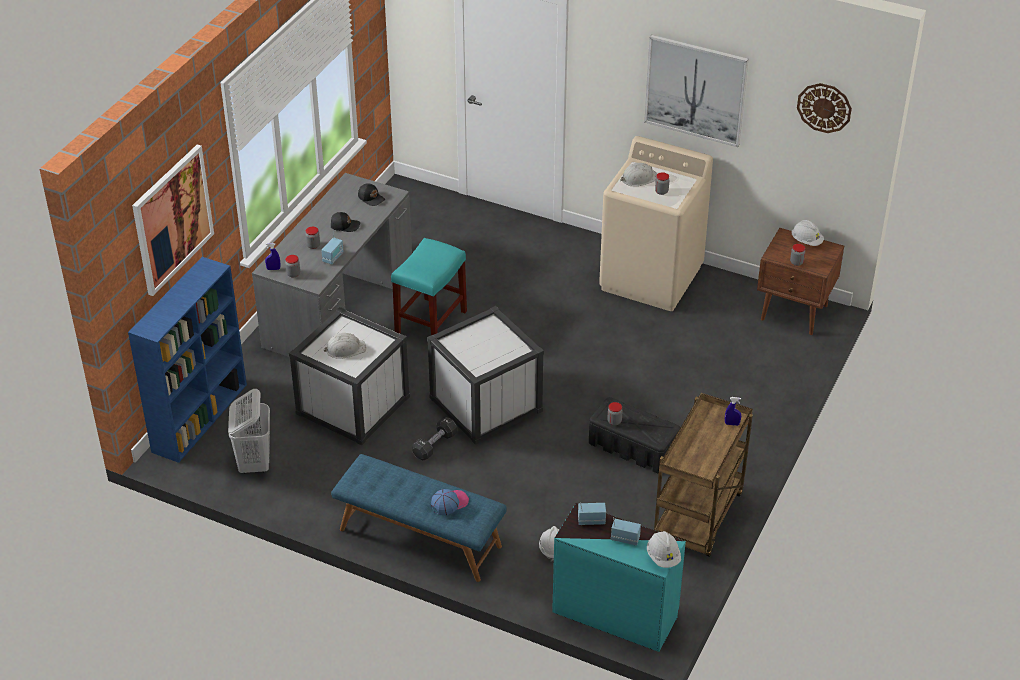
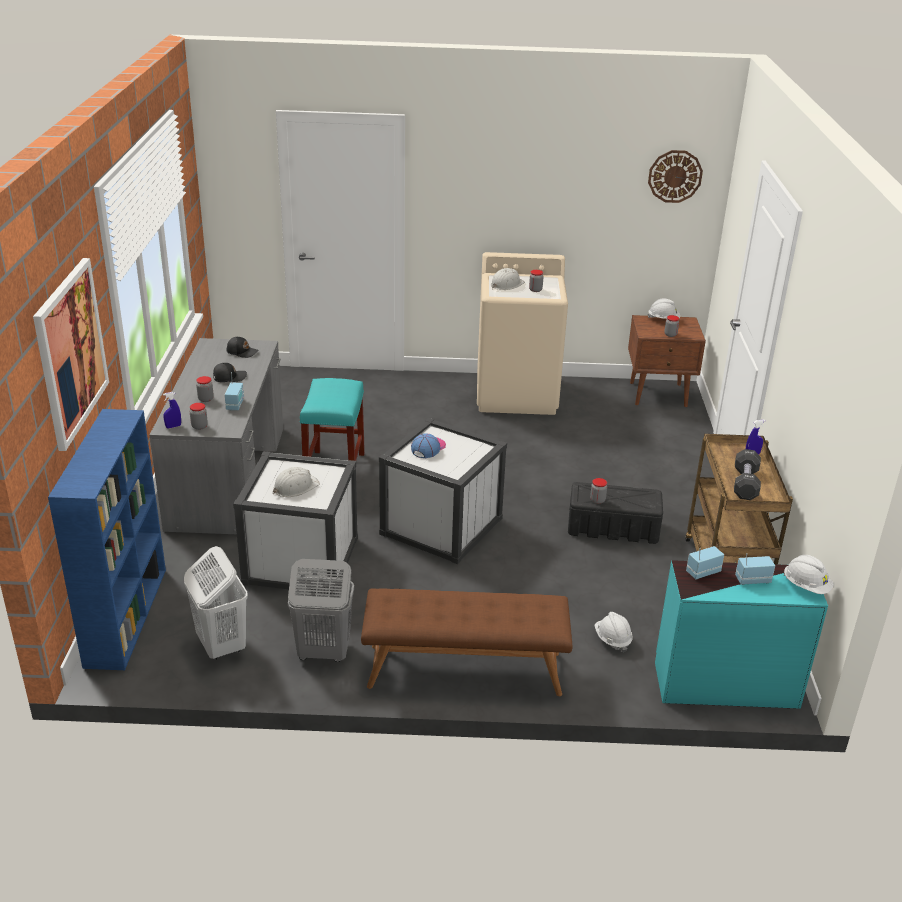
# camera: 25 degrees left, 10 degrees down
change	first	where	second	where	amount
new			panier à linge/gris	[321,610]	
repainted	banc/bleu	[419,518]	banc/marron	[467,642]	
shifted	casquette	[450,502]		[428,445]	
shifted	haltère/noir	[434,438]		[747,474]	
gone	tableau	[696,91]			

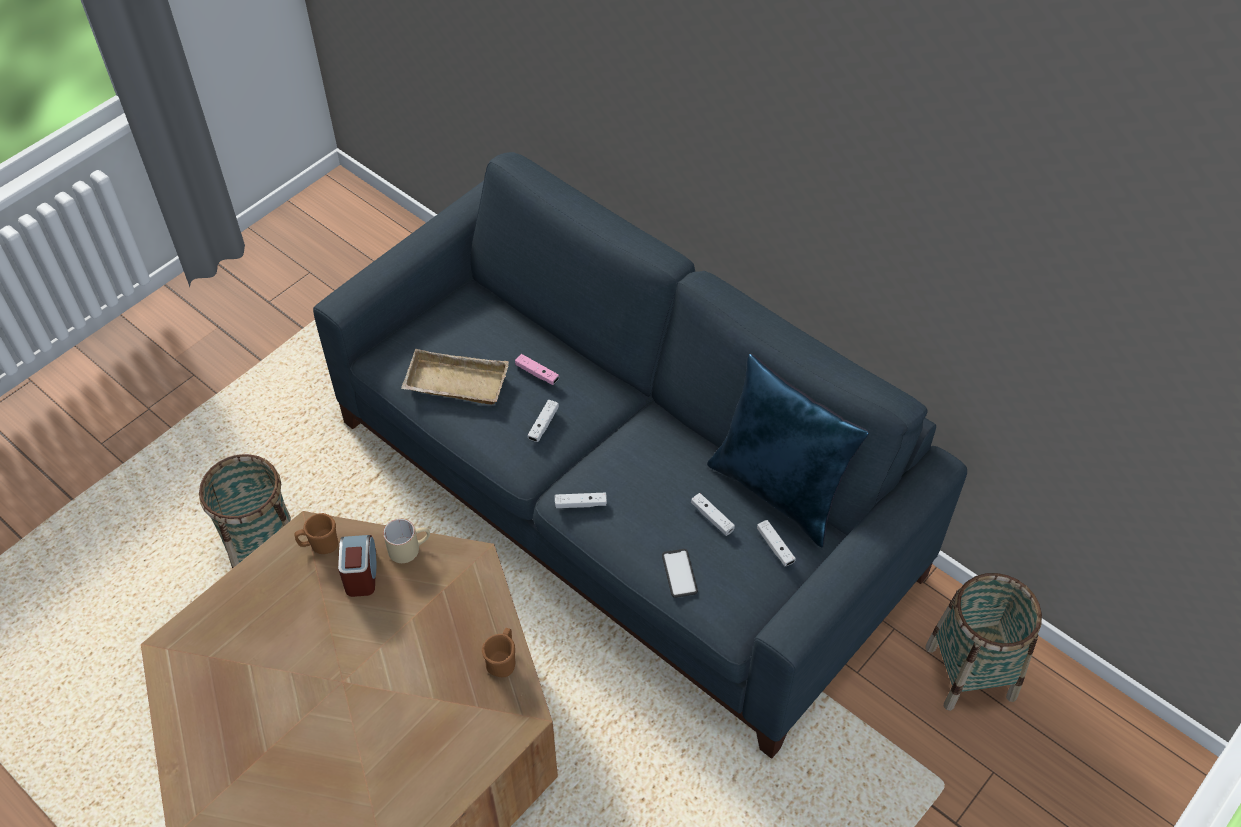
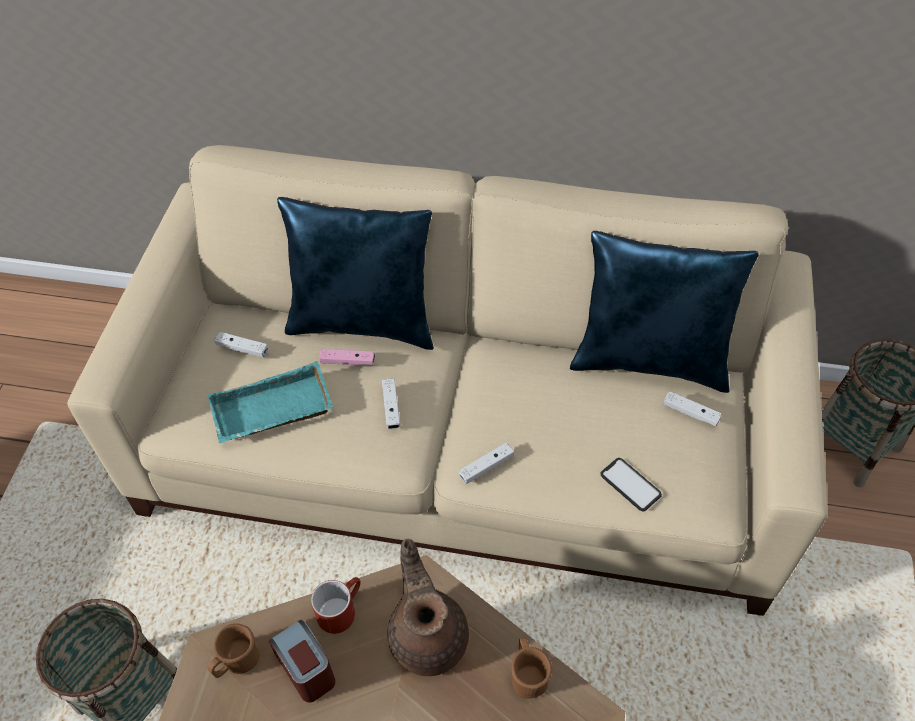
# camera: 30 degrees left, 0 degrees up
change	first	where	second	where	amount
repainted	canapé/bleu	[640,455]	canapé/beige	[447,380]	
repainted	plateau/beige	[455,377]	plateau/turquoise	[270,402]	
shifted	manette/blanc	[713,514]		[241,345]	
new			coussin/bleu	[355,273]	
repainted	mug/beige	[406,541]	mug/rouge	[336,605]	
new			théière/marron	[428,607]	

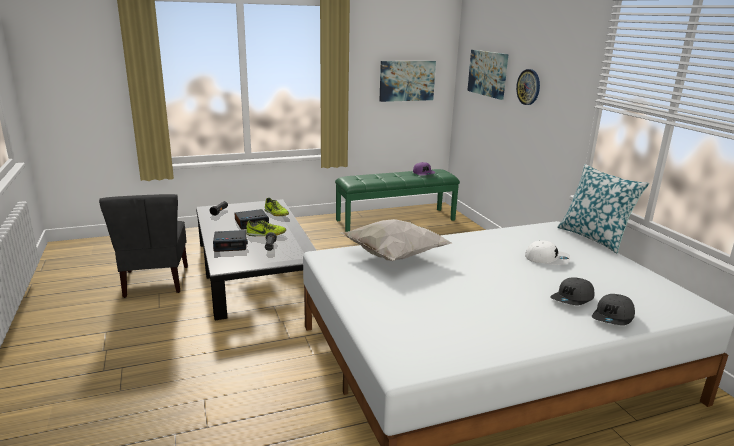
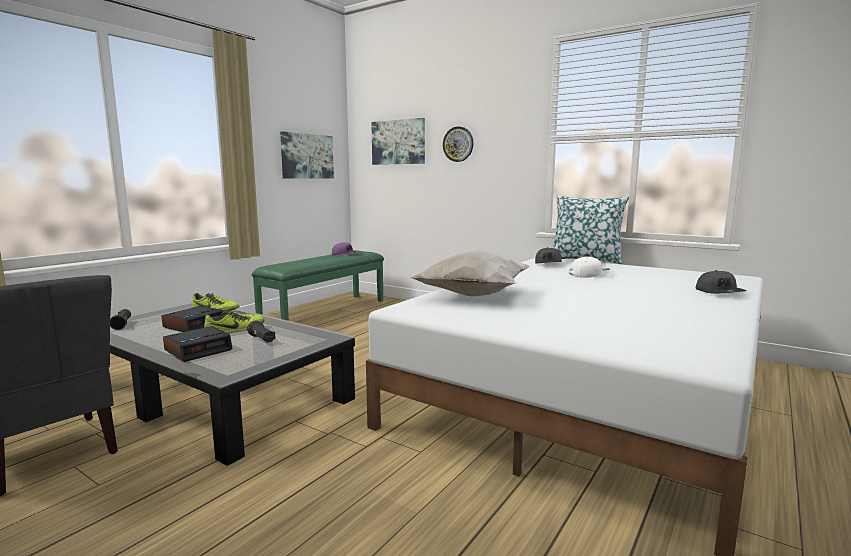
# camera: 35 degrees left, 10 degrees down
change	first	where	second	where	amount
shifted	casquette/gris	[572,291]		[548,255]	

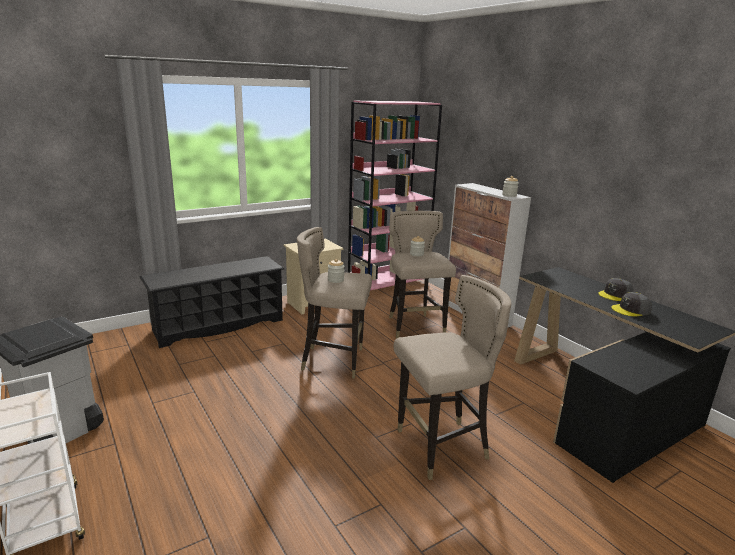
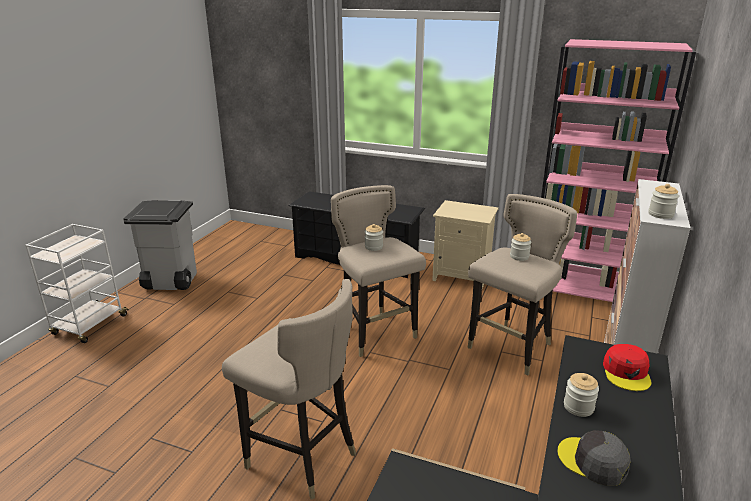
# camera: 55 degrees right, 5 degrees up
change	first	where	second	where	amount
new			bocal	[581,395]	
new			casquette/rouge	[627,367]	
gone	casquette/gris	[616,289]			

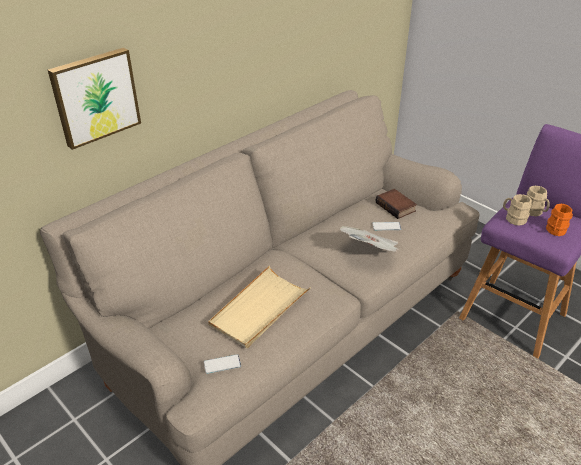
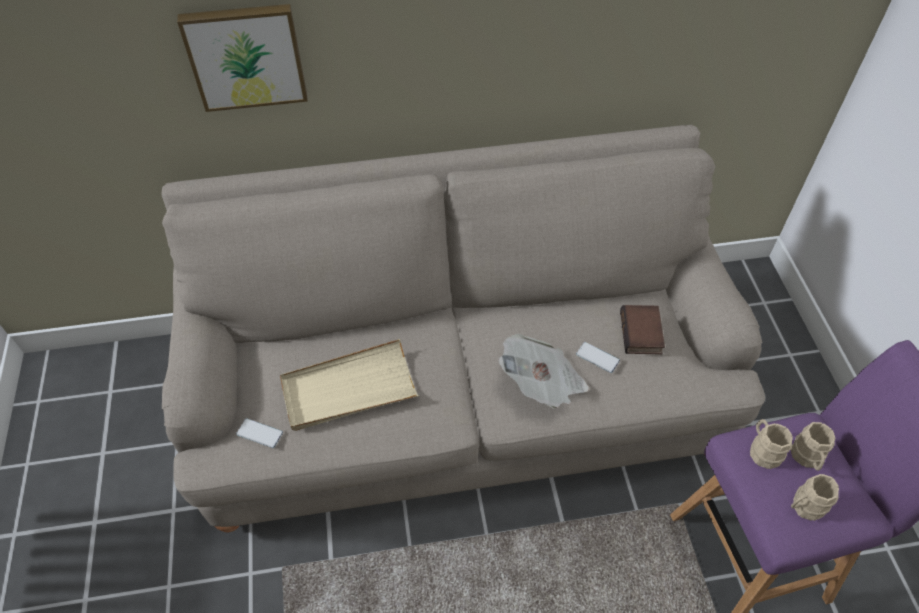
# camera: 35 degrees right, 15 degrees up
change	first	where	second	where	amount
repainted	mug/orange	[559,219]	mug/beige	[815,497]	

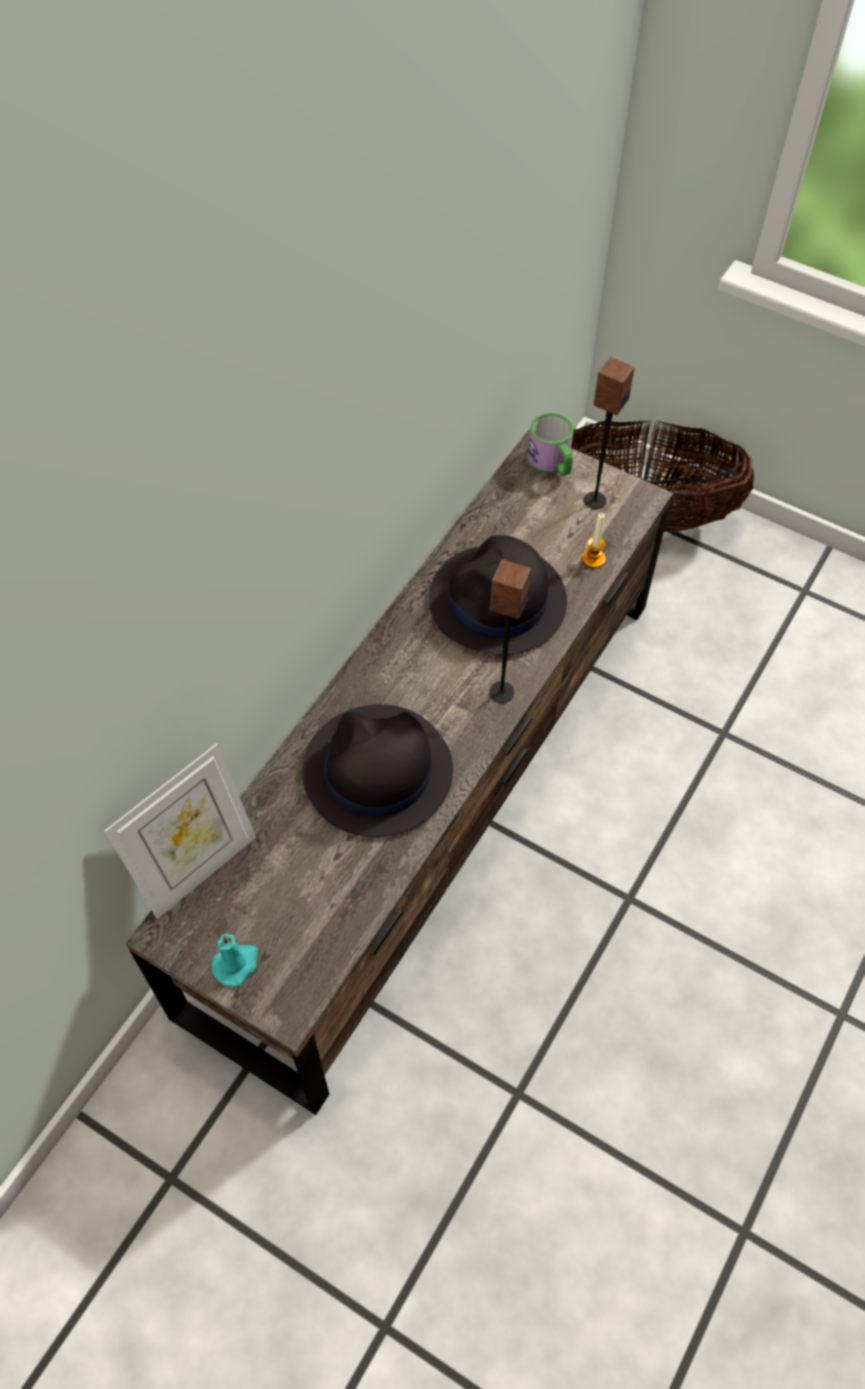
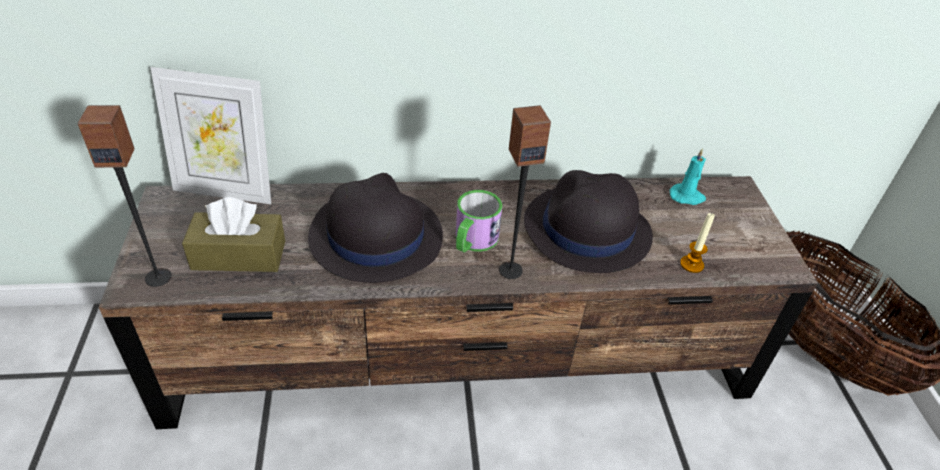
# camera: 50 degrees right, 15 degrees down
change	first	where	second	where	amount
shifted	enceinte	[609,433]		[125,196]	
new			boîte à mouchoirs/marron	[233,234]	
shifted	mug	[550,444]		[479,221]	
shifted	bougie/turquoise	[235,960]		[688,176]	

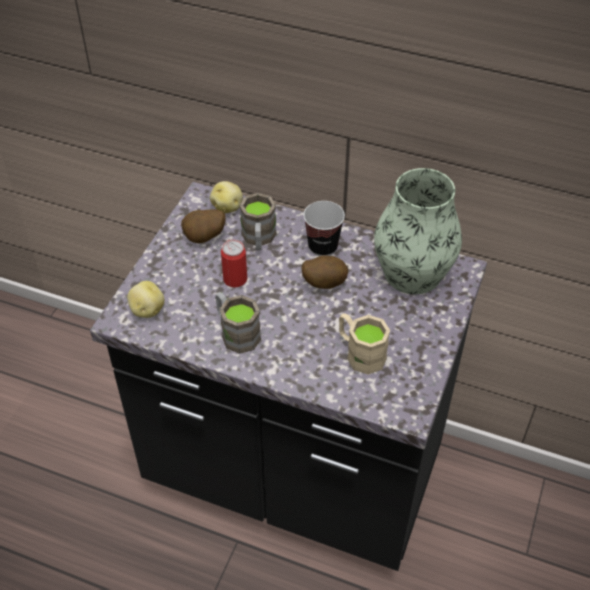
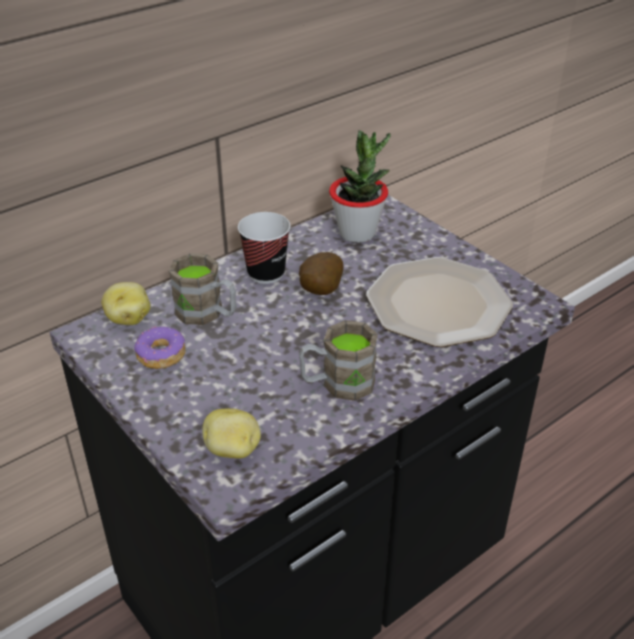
# camera: 60 degrees left, 10 degrees down
change	first	where	second	where	amount
swapped	pomme de terre	[203,226]	beignet	[159,347]	
swapped	vase	[418,231]	plante en pot	[360,186]	
swapped	mug/beige	[364,344]	assiette	[439,302]	
gone	boîte métallique	[234,263]			

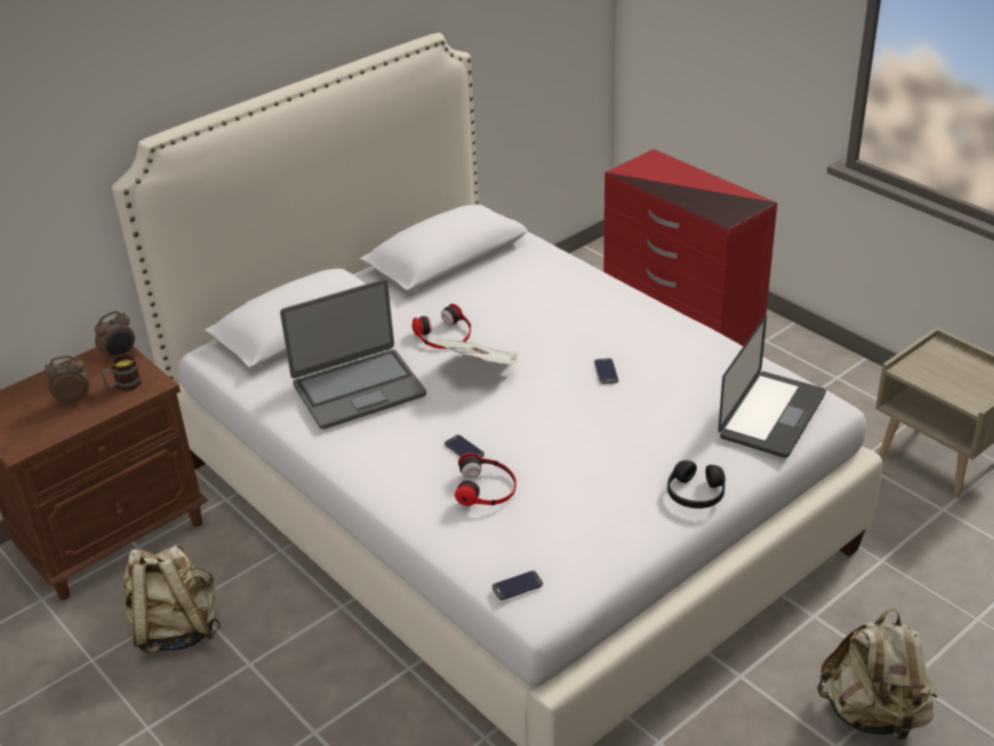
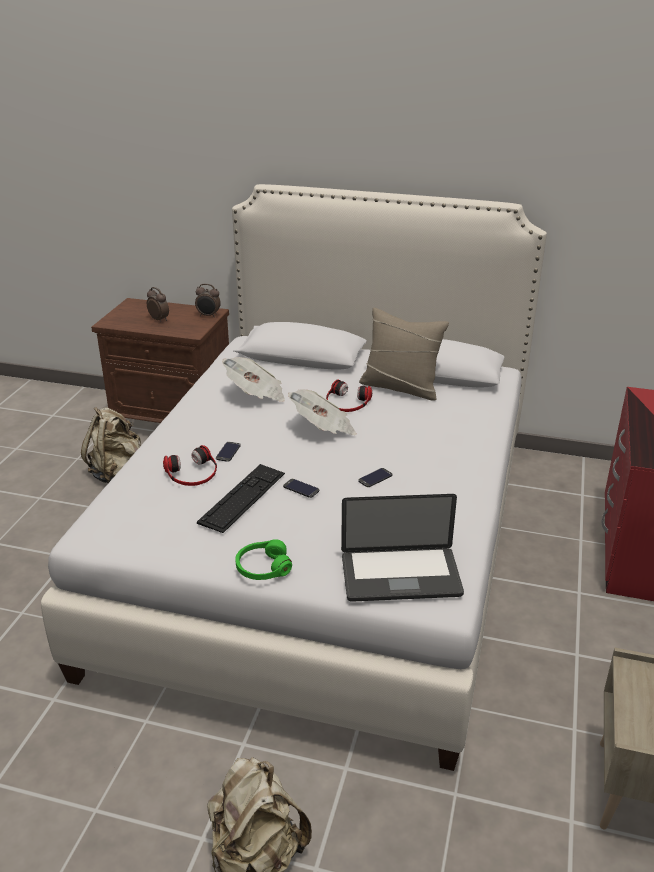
# camera: 55 degrees right, 5 degrees down
change	first	where	second	where	amount
new			clavier	[241,498]	
swapped	ordinateur portable	[353,354]	journal	[253,379]	
repainted	casque audio/noir	[696,484]	casque audio/vert	[263,559]	
shifted	téléphone	[517,585]		[301,488]	
new			coussin/beige	[404,354]	
gone	mug	[121,372]			

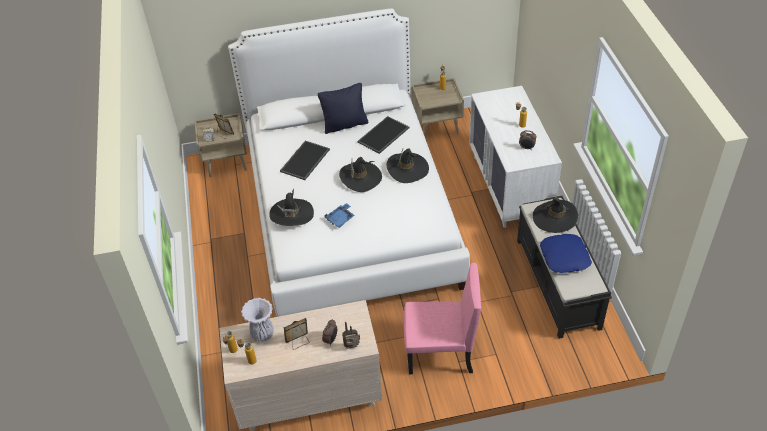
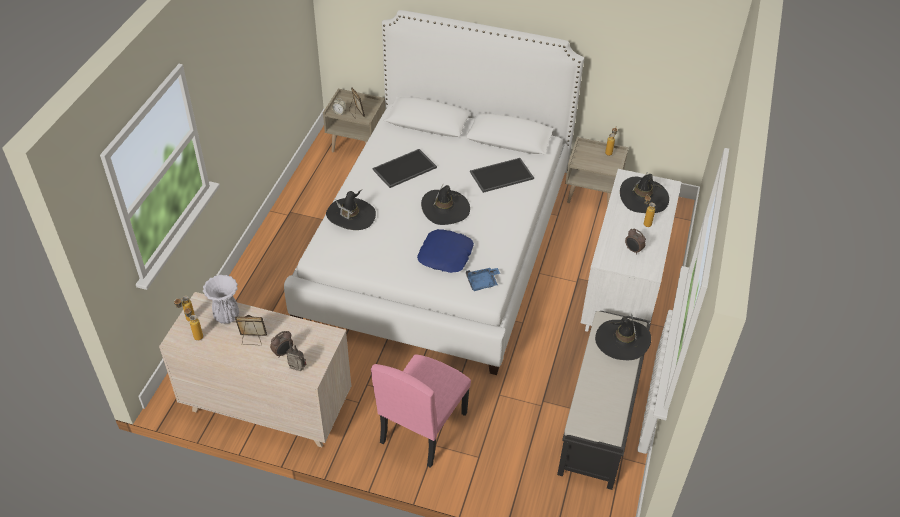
# camera: 25 degrees right, 0 degrees up
change	first	where	second	where	amount
rotated	chaise/rose	[442,318]		[421,411]	90 degrees clockwise
shifted	coussin/bleu	[566,253]		[445,251]	
shifted	plateau/bleu	[339,215]		[483,279]	
shifted	chapeau/noir	[408,165]		[644,192]	
gone	coussin/noir	[343,108]			

